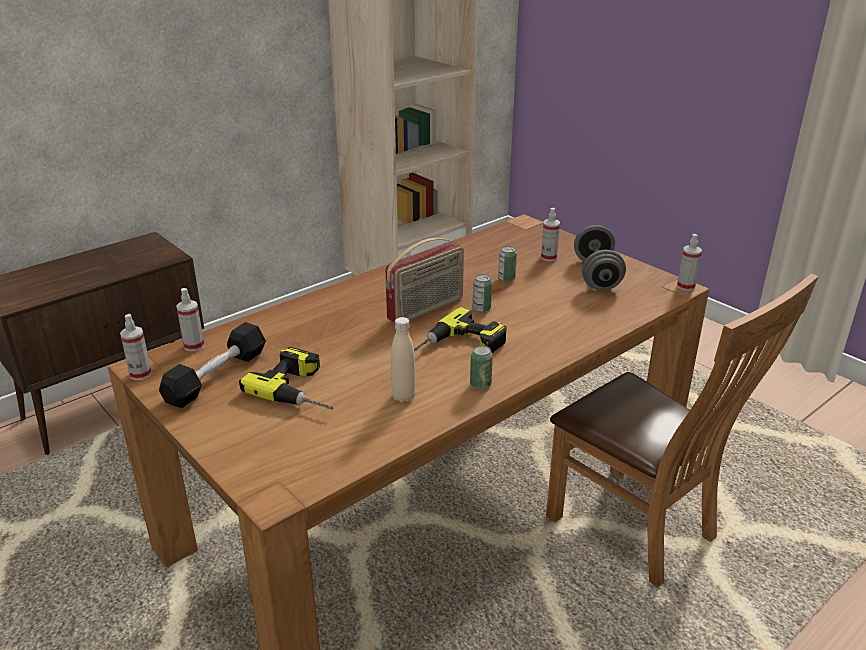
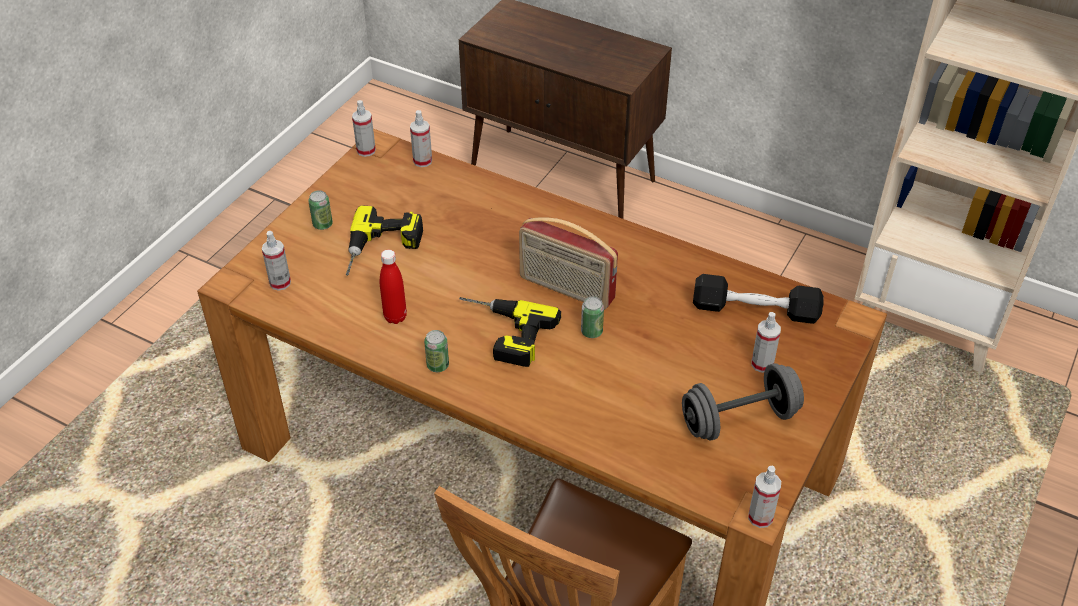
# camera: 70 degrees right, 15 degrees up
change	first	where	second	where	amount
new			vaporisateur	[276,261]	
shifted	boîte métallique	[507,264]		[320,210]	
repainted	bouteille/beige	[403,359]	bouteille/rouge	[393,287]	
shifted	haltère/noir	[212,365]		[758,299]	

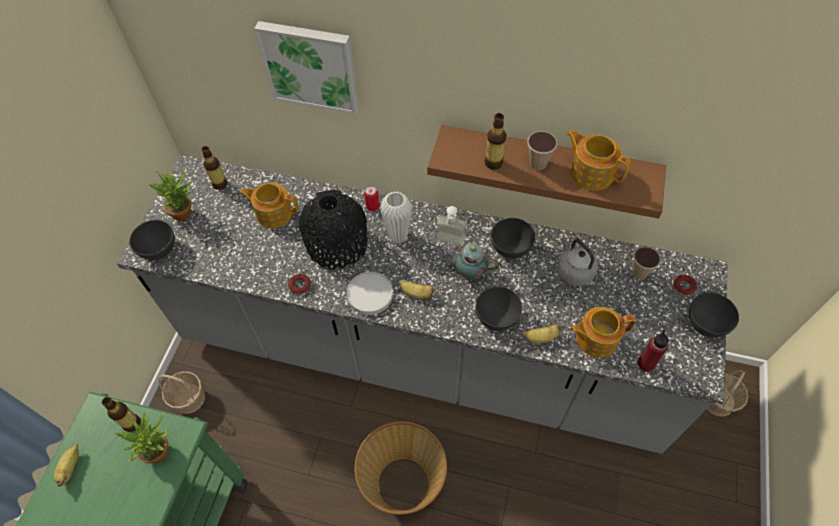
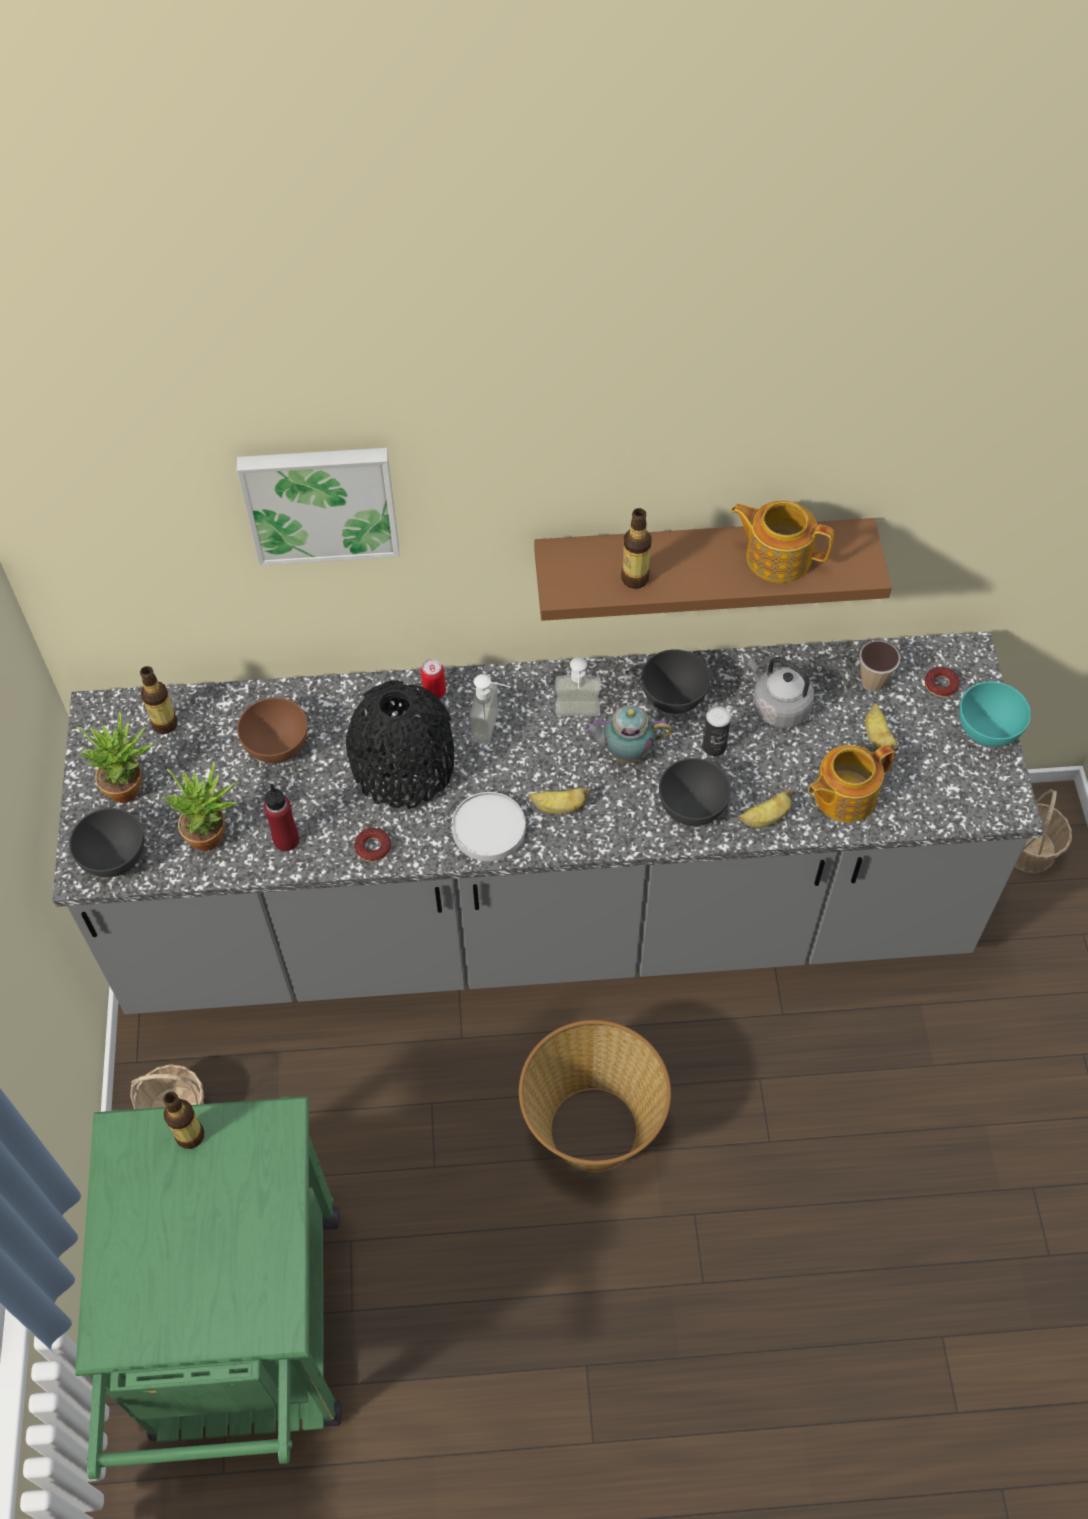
# camera: 20 degrees left, 0 degrees up
change	first	where	second	where	amount
shifted	plante en pot	[142,437]		[200,806]	
swapped	théière	[269,205]	bol/marron	[272,730]	
shifted	bouteille/rouge	[653,351]		[281,817]	
swapped	vase/blanc	[396,218]	distributeur de savon	[490,709]	
new			boîte métallique	[716,731]	
shifted	banane	[66,465]		[881,727]	
repainted	bol/gris	[714,315]	bol/turquoise	[995,714]	
gone	tasse	[542,150]			

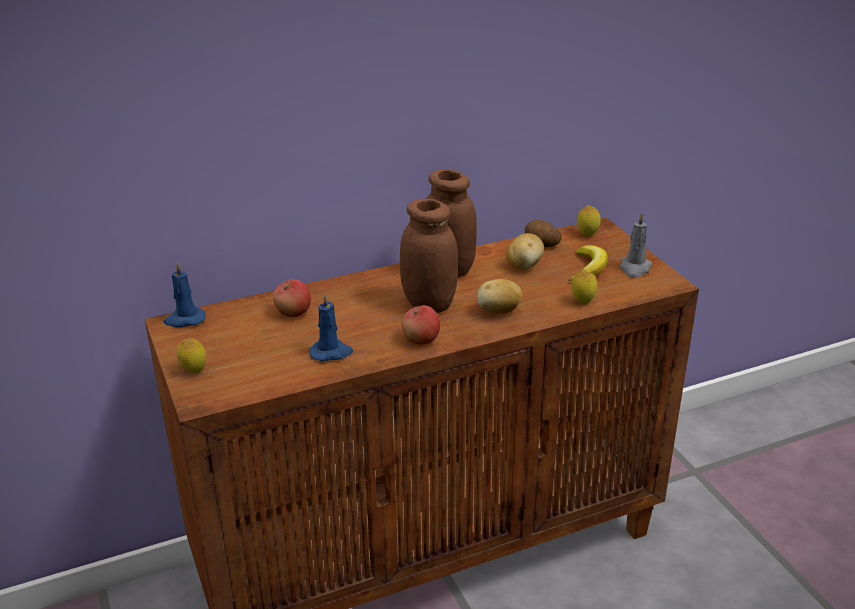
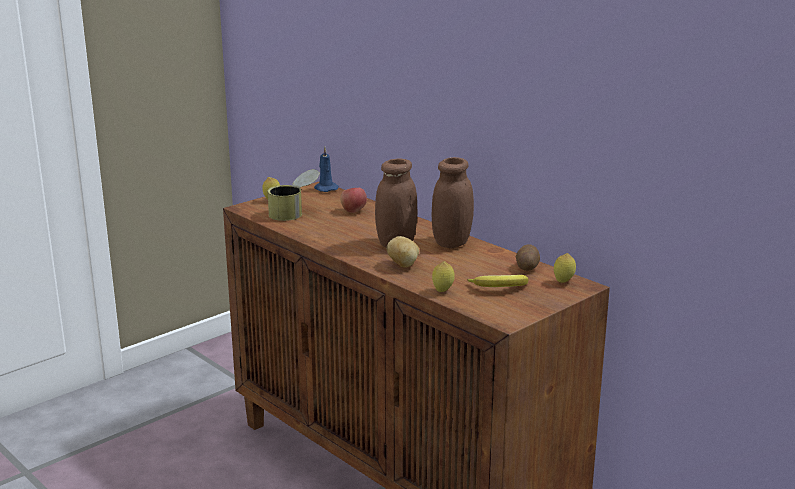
# camera: 70 degrees right, 10 degrees down
change	first	where	second	where	amount
new			boîte métallique	[293,195]	
gone	bougie/bleu	[331,326]			
gone	pomme	[421,325]			
gone	pomme de terre	[524,251]			
gone	bougie/gris	[636,245]			

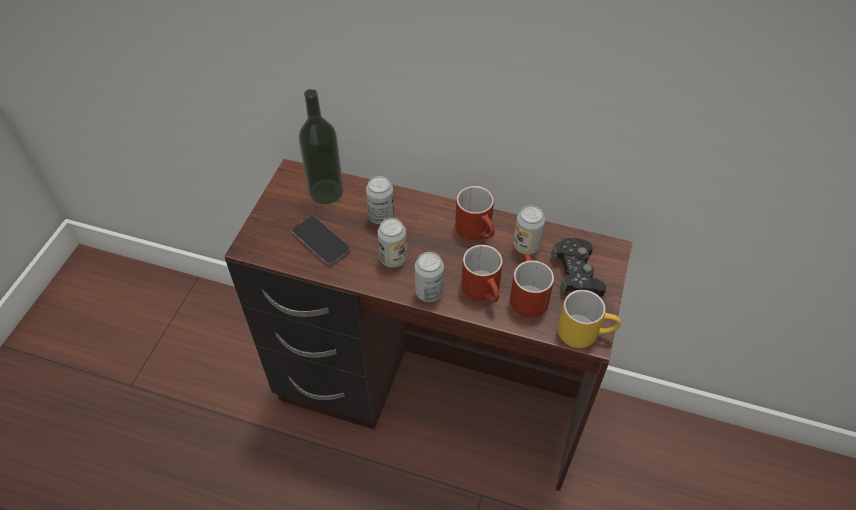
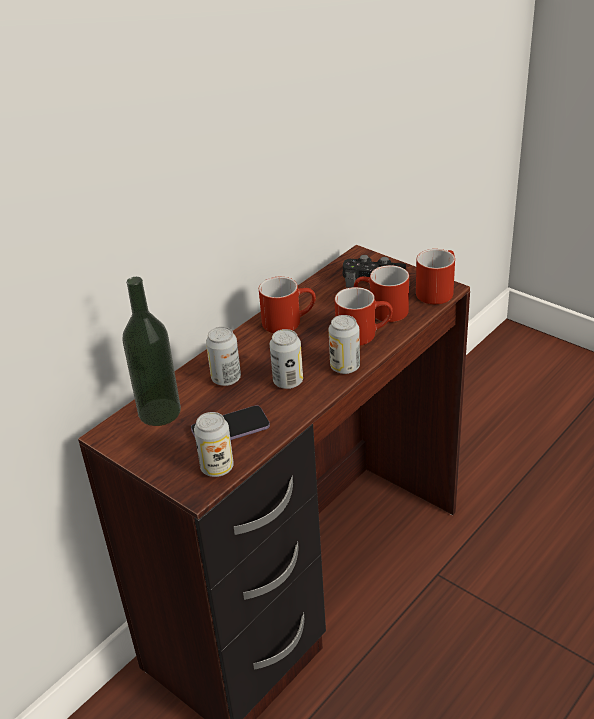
# camera: 65 degrees left, 15 degrees down
change	first	where	second	where	amount
shifted	boîte métallique	[529,230]		[214,444]	
repainted	mug/jaune	[589,319]	mug/rouge	[435,276]	

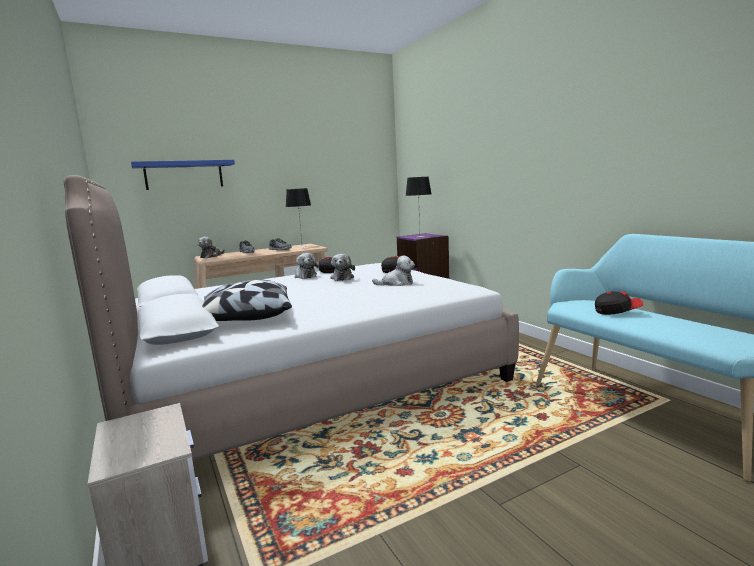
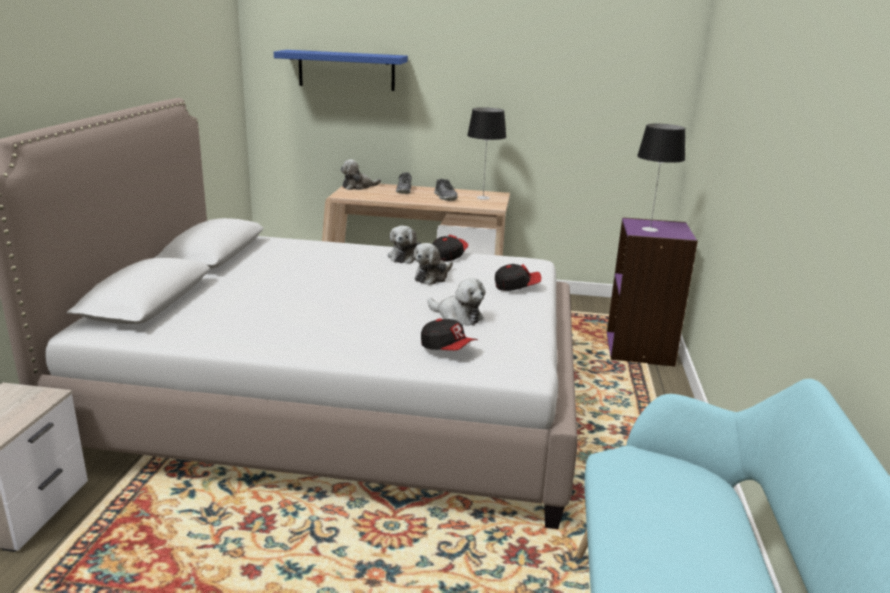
# camera: 35 degrees right, 10 degrees up
change	first	where	second	where	amount
shifted	casquette	[619,303]		[449,334]	
gone	coussin	[247,300]			

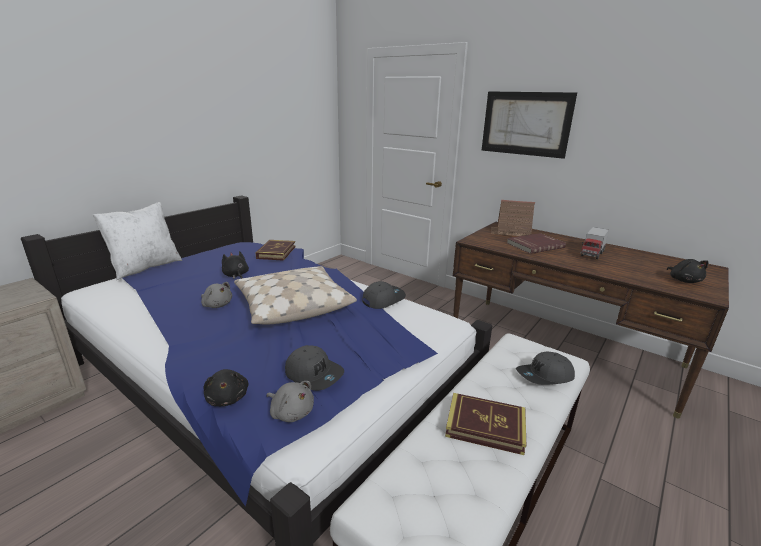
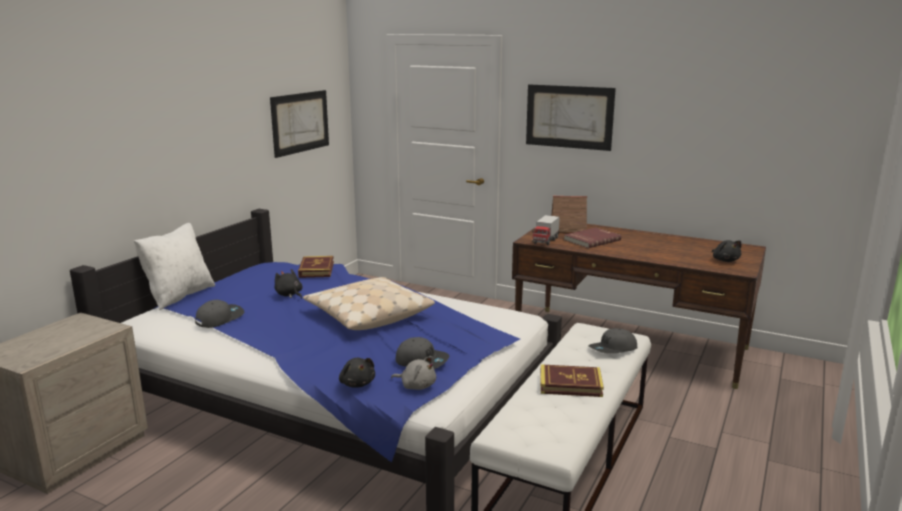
# camera: 10 degrees left, 5 degrees down
change	first	where	second	where	amount
shifted	casquette/gris	[384,295]		[219,314]	
new			tableau	[299,124]	
shifted	camion jouet	[595,243]		[546,230]	
gone	peluche/gris	[216,295]			

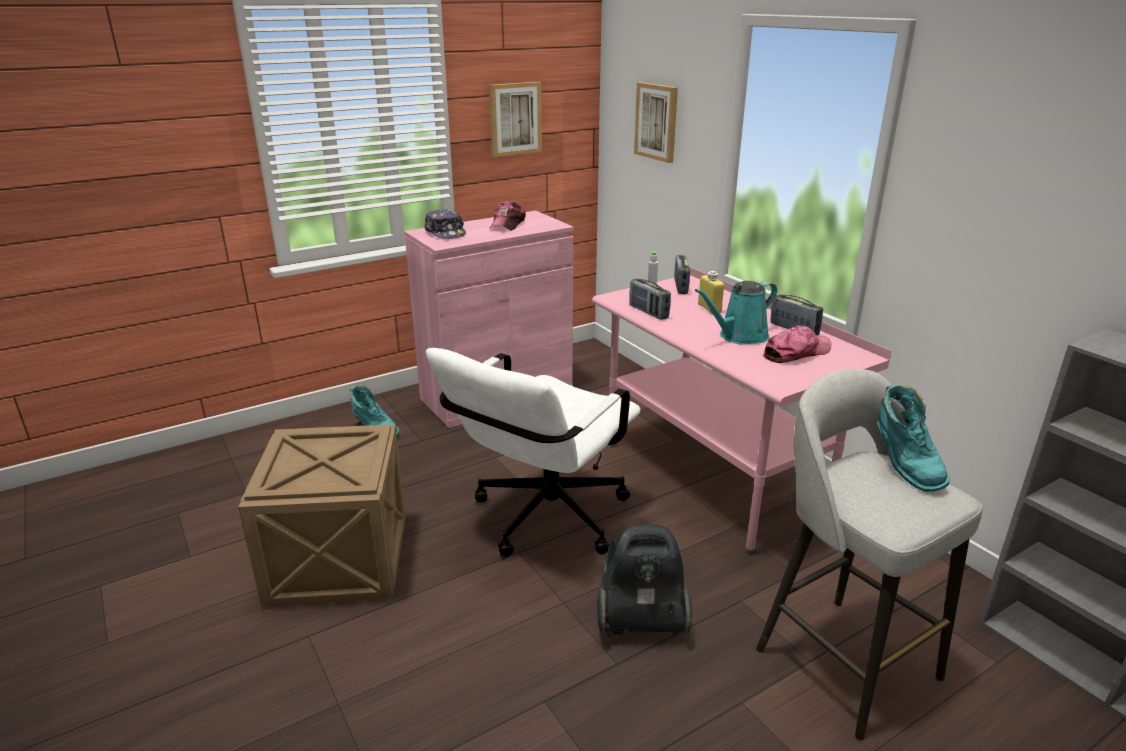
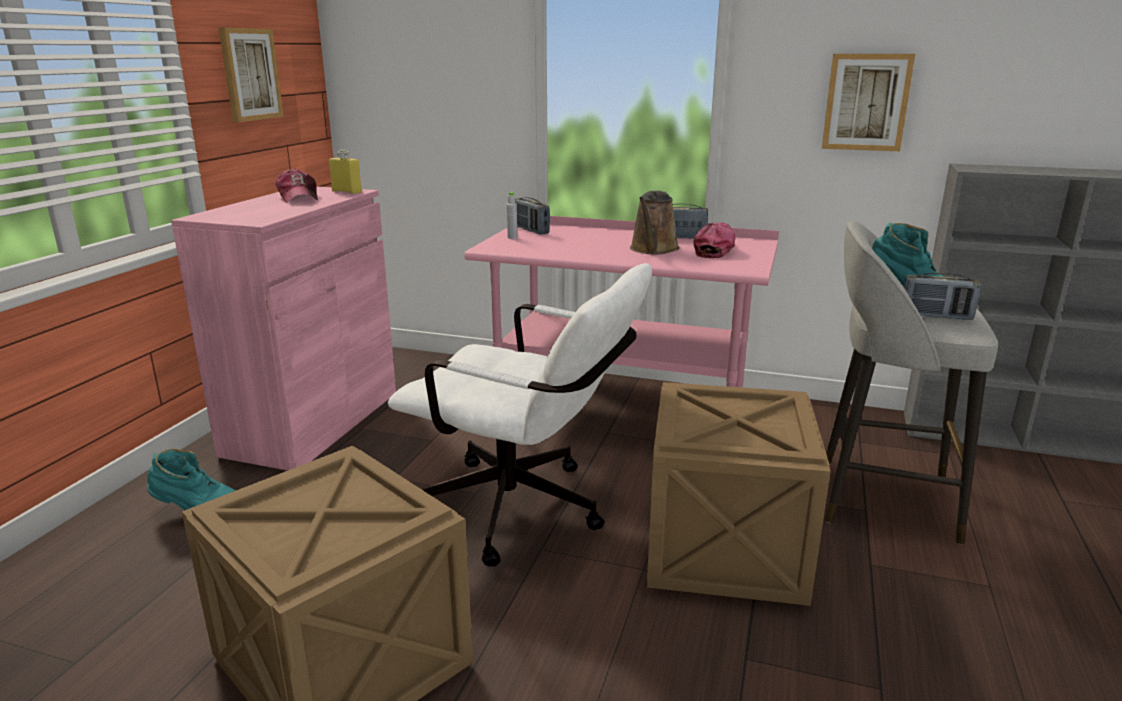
# camera: 40 degrees left, 5 degrees down
change	first	where	second	where	amount
shifted	bouteille/jaune	[711,292]		[345,172]	
rotated	chaise de bureau/blanc	[533,452]		[520,415]	60 degrees counterclockwise
repainted	arrosoir/turquoise	[736,312]	arrosoir/marron	[655,222]	
swapped	aspirateur	[644,580]	caisse	[739,494]	
shifted	tableau	[656,122]		[868,102]	
shifted	radio	[650,299]		[942,296]	
gone	casquette	[445,224]			

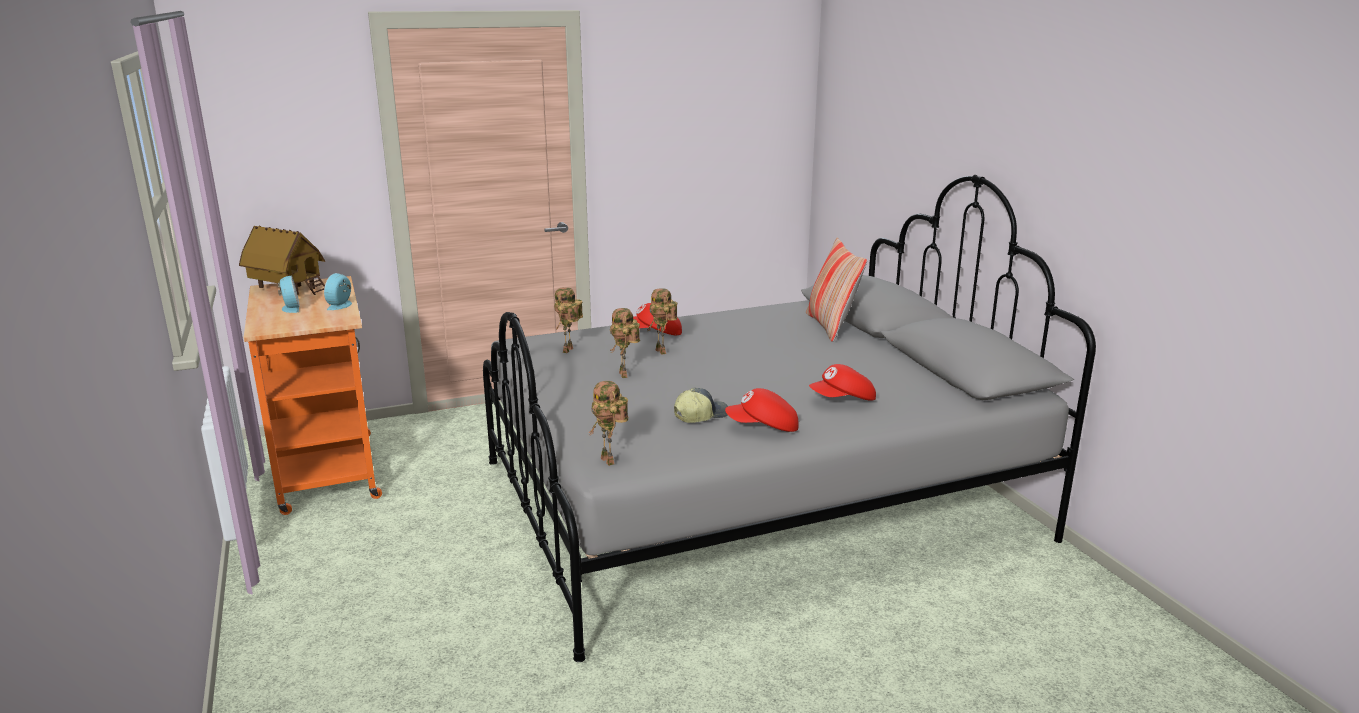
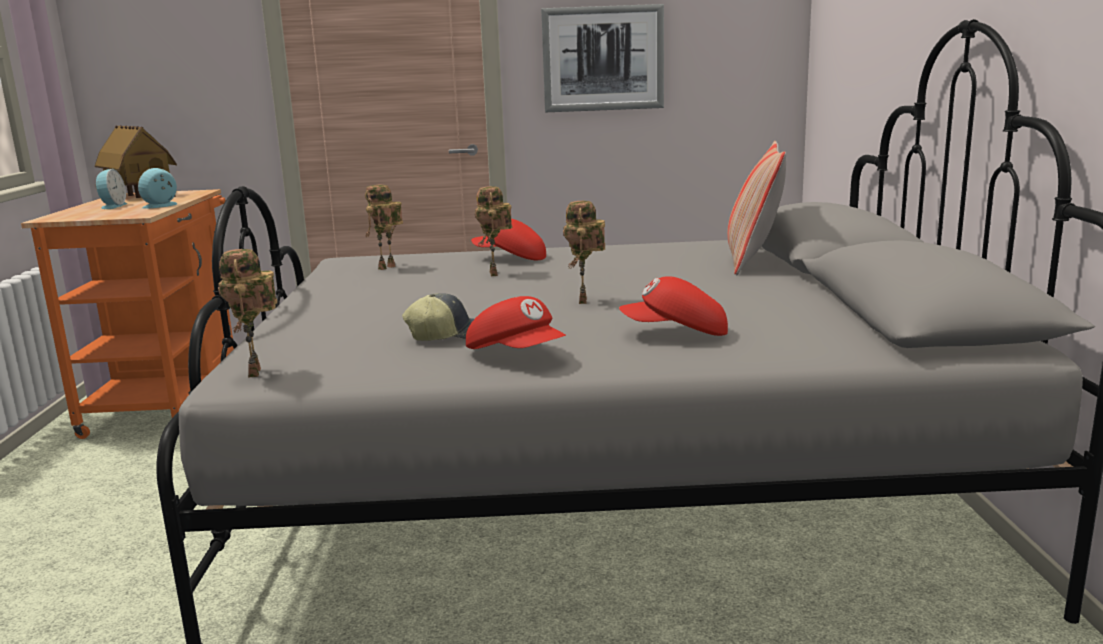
# camera: 20 degrees right, 5 degrees down
change	first	where	second	where	amount
rotated	casquette/rouge	[762,410]		[516,322]	150 degrees counterclockwise
new			tableau	[602,58]	
shifted	robot jouet	[625,343]		[584,252]	

